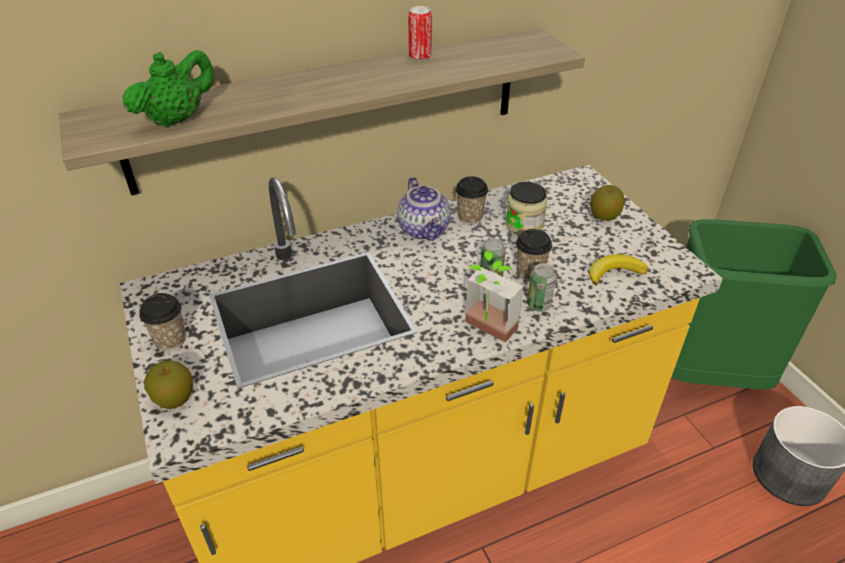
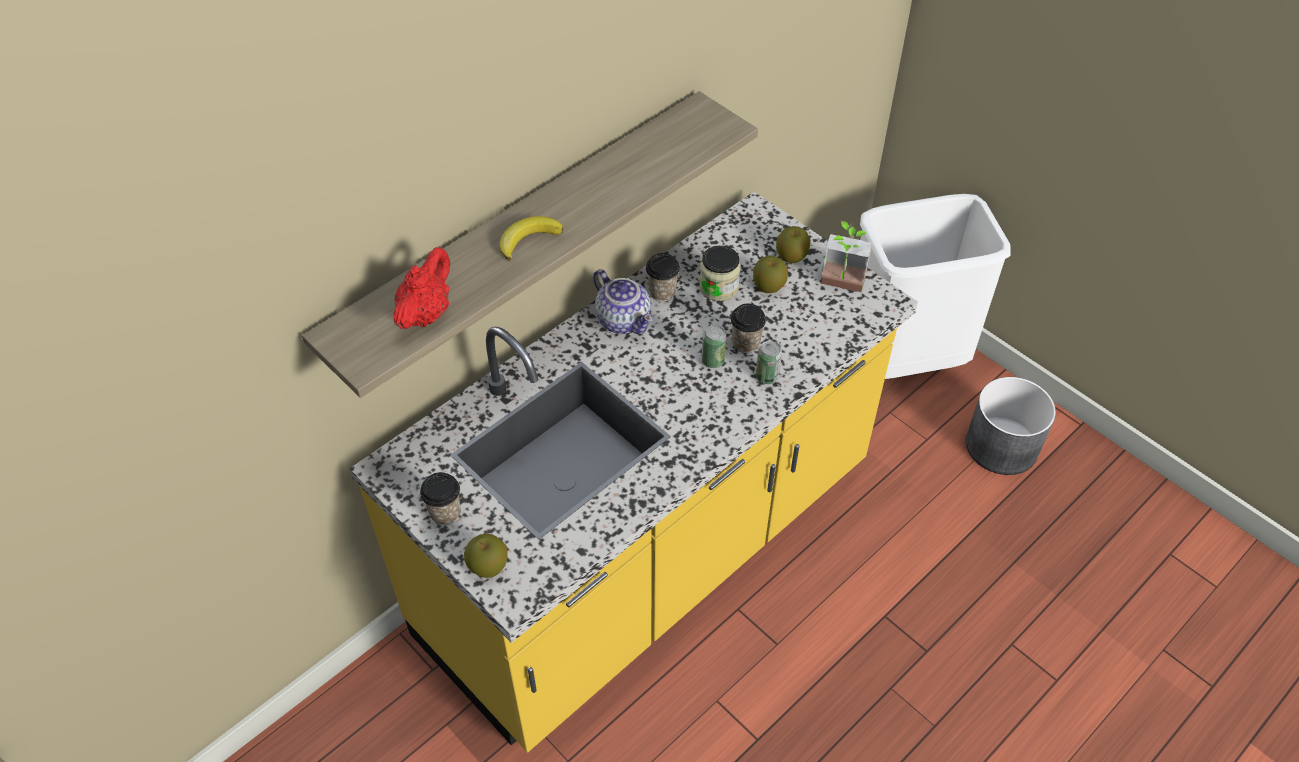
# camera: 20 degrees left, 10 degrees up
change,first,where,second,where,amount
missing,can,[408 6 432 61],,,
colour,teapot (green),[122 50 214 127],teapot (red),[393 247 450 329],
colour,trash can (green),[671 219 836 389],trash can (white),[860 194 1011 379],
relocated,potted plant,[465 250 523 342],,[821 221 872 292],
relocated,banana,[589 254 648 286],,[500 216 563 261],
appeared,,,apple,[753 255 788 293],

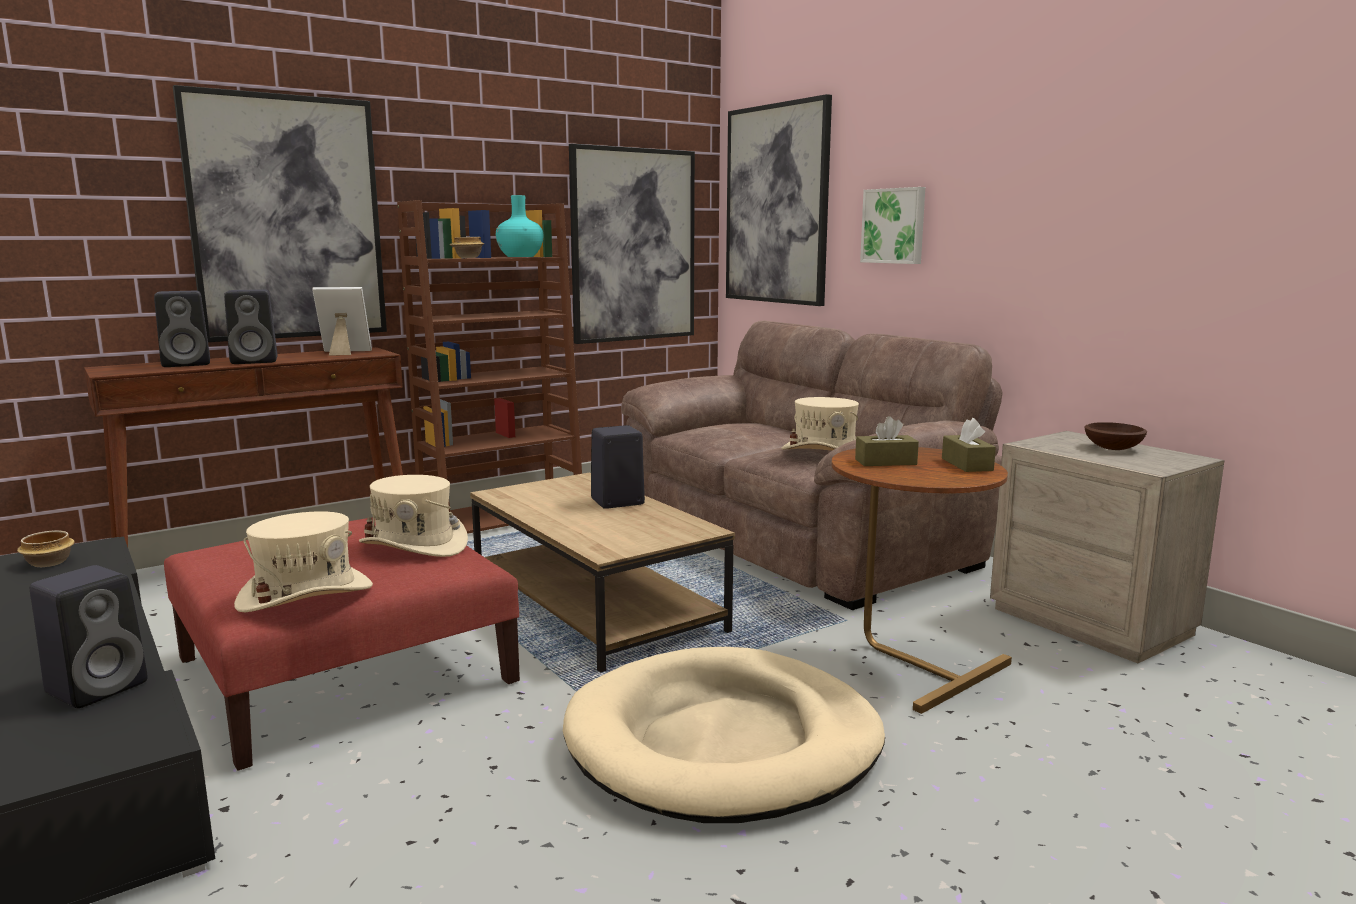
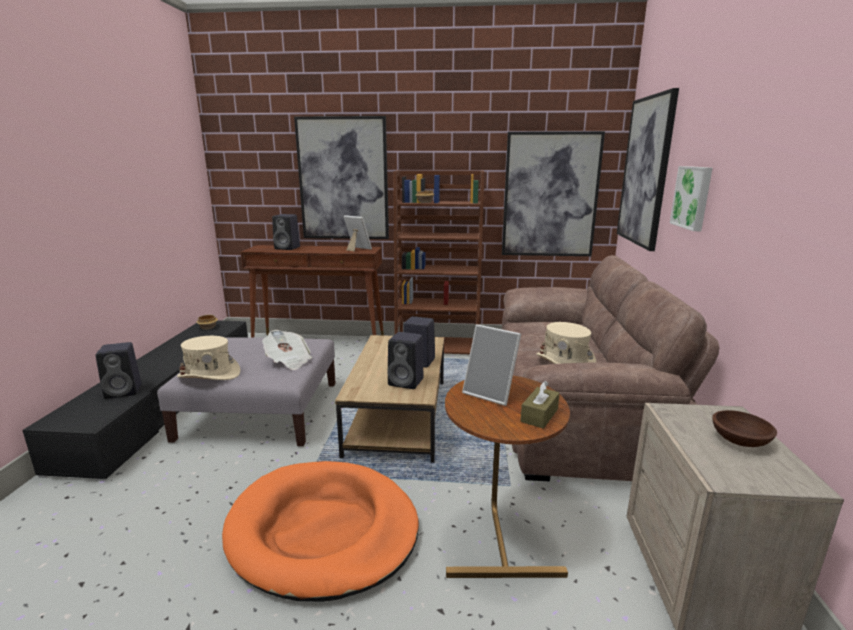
# camera: 40 degrees right, 5 degrees up
change,first,where,second,where,amount
missing,vase (turquoise),[496 195 543 257],,,
relocated,speaker (black),[224 289 277 364],,[387 332 424 389],
exchanged,tissue box (brown),[855 416 919 466],picture frame,[462 324 521 406],
exchanged,hat (beige),[359 475 468 557],newspaper,[262 330 312 370],
colour,ottoman (red),[164 517 520 771],ottoman (grey),[157 337 336 446],
colour,dog bed (beige),[563 647 885 823],dog bed (orange),[222 461 419 602],

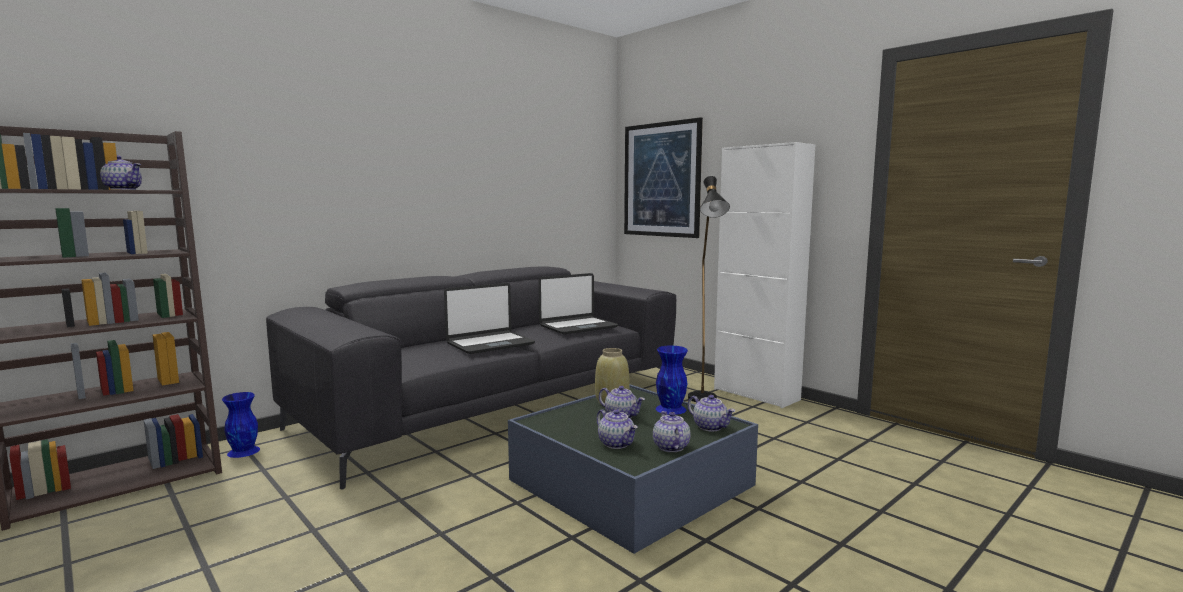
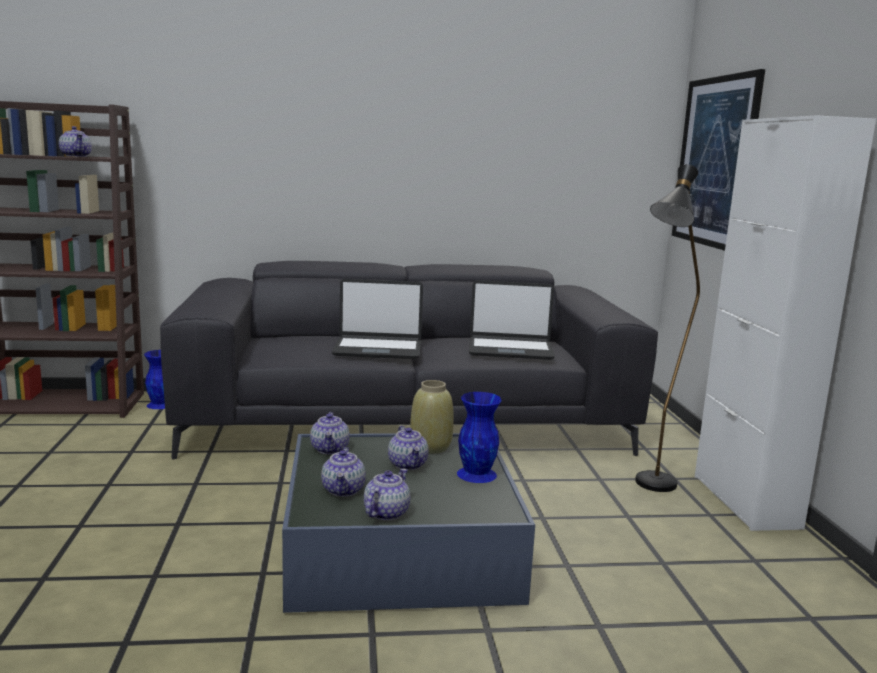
# camera: 35 degrees right, 5 degrees up
change,first,where,second,where,amount
relocated,teapot,[688 395 735 432],,[310 412 349 454],

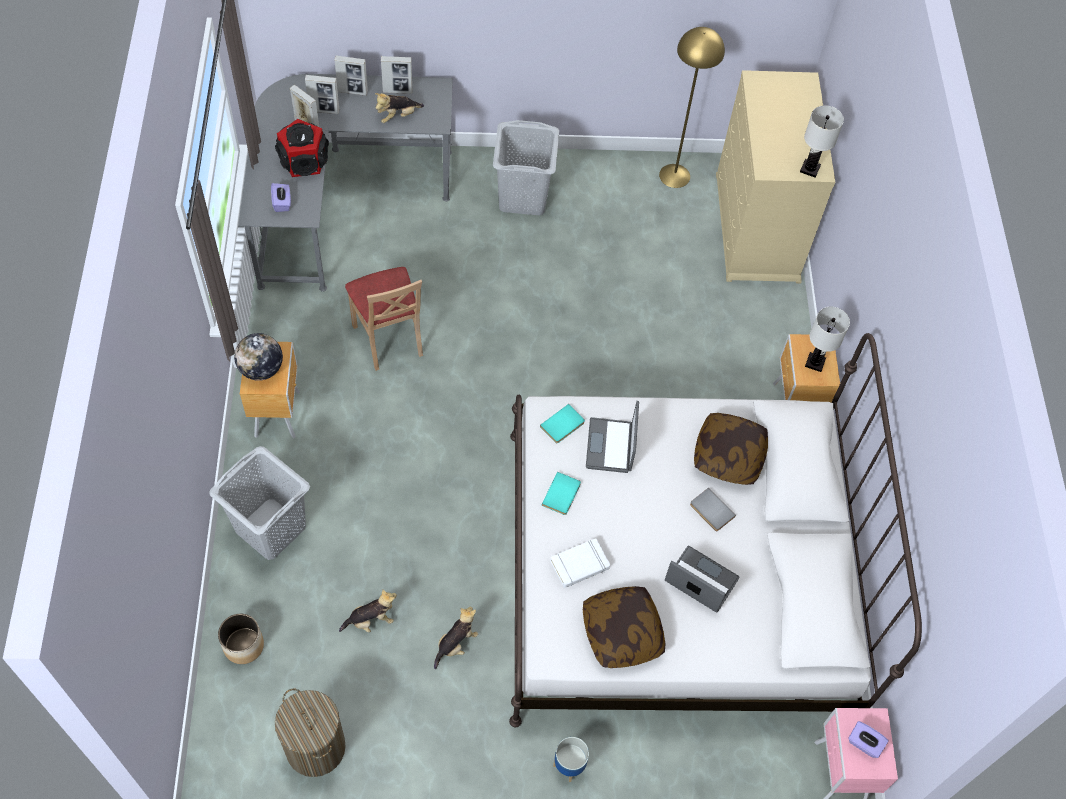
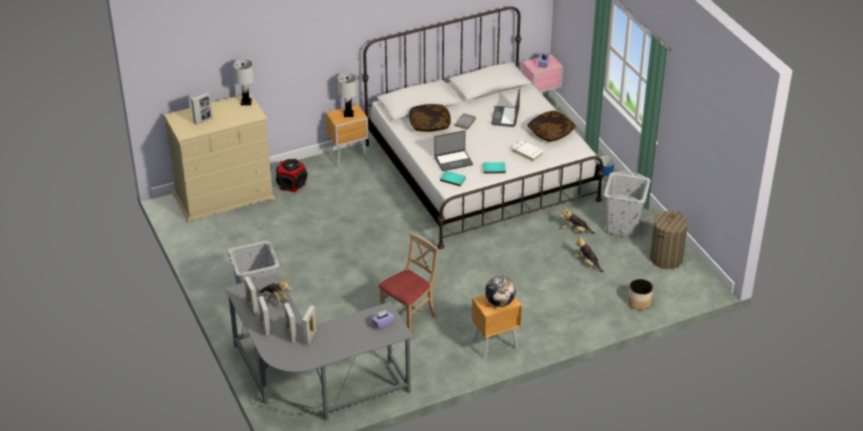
# camera: 110 degrees left, 20 degrees down
change,first,where,second,where,amount
missing,floor lamp (yellow),[659 27 725 188],,,
relocated,speaker,[275 119 329 177],,[276 158 308 192],
relocated,laundry basket (grey),[209 446 310 560],,[604 171 651 238],
appeared,,,picture frame,[191 92 213 125],

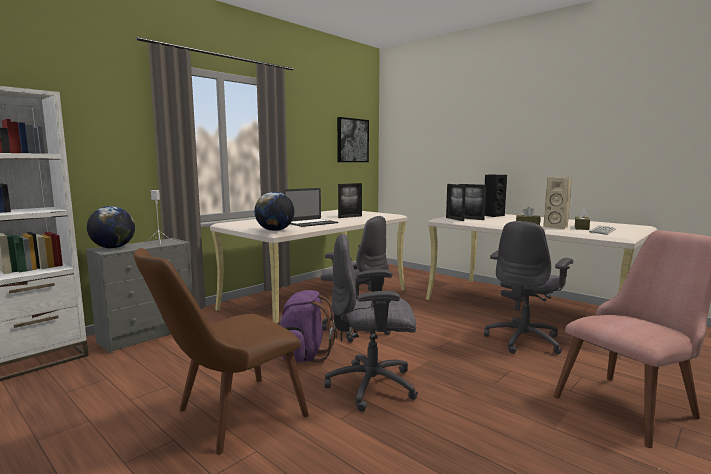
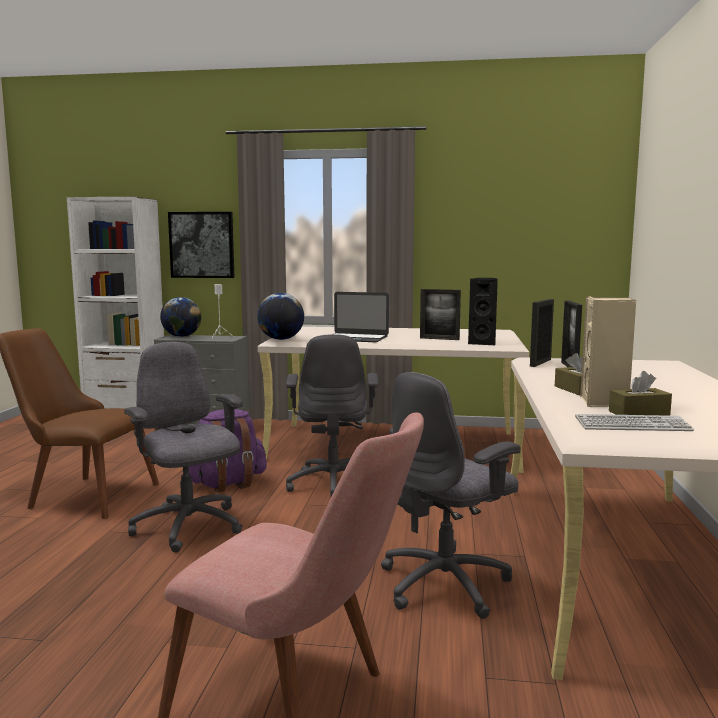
# camera: 55 degrees right, 0 degrees up
change,first,where,second,where,amount
relocated,picture,[337 117 369 162],,[168 212 234 278],
relocated,speaker (black),[485 175 507 217],,[468 278 498 345],
spun,office chair (grey),[484 221 573 354],,[381 372 521 619],45 degrees counterclockwise

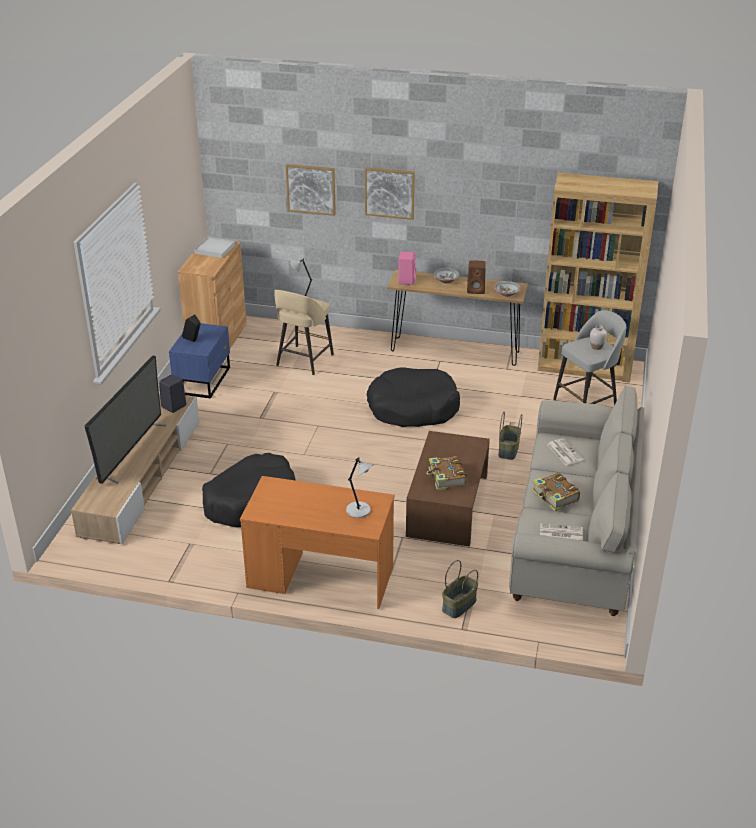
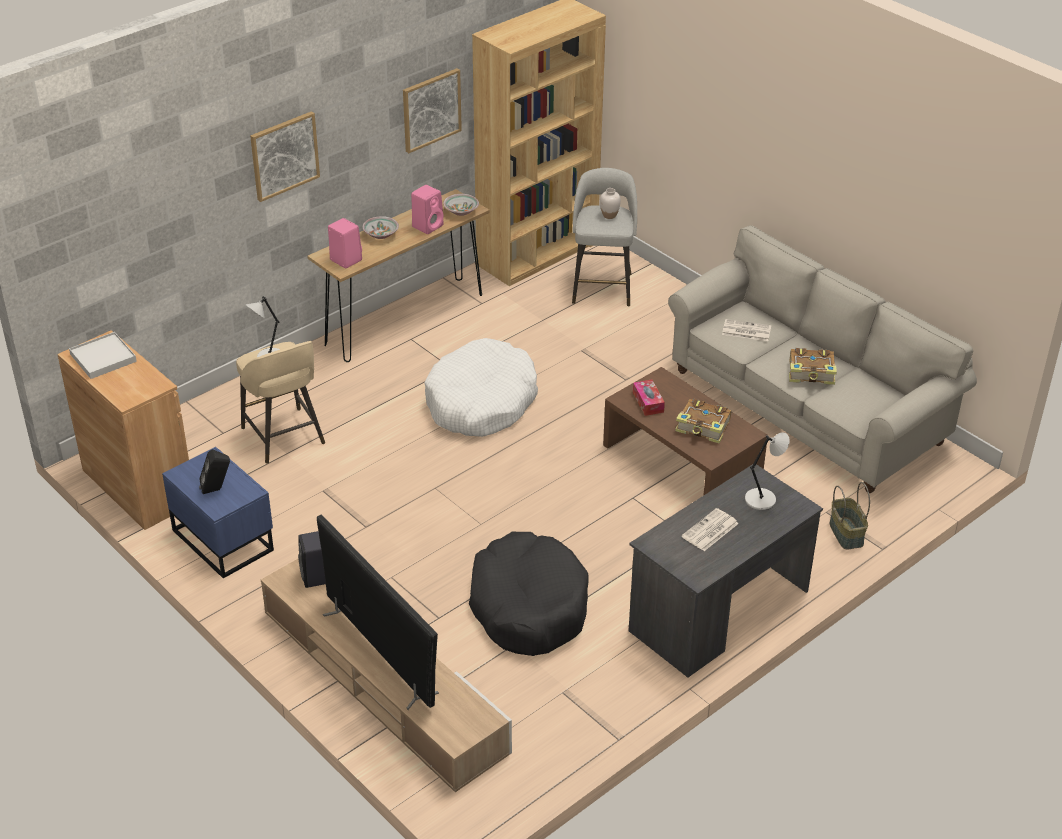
# camera: 55 degrees left, 5 degrees up
change,first,where,second,where,amount
relocated,picture,[286 164 336 216],,[403 68 462 153],
colour,speaker (brown),[467 260 486 294],speaker (pink),[411 185 444 234],
colour,dog bed (black),[367 367 460 427],dog bed (white),[424 338 538 437],
missing,basket,[499 412 522 460],,,
colour,desk (orange),[240 476 395 609],desk (grey),[629 464 823 677],
relocated,newspaper,[540 523 583 541],,[682 508 738 551],
appeared,,,tissue box,[633 380 665 416],

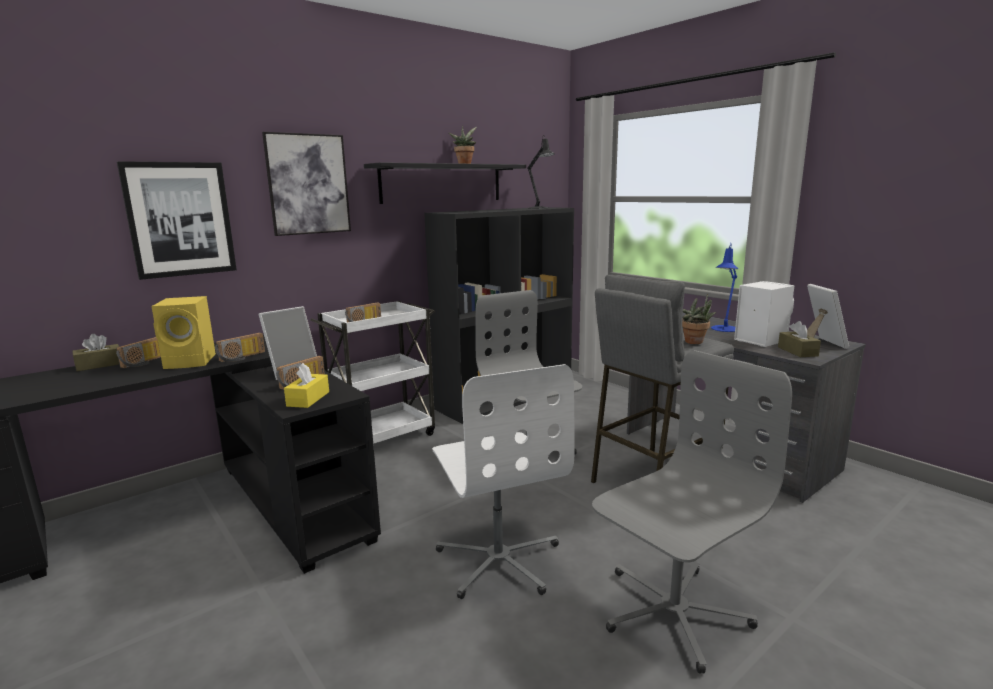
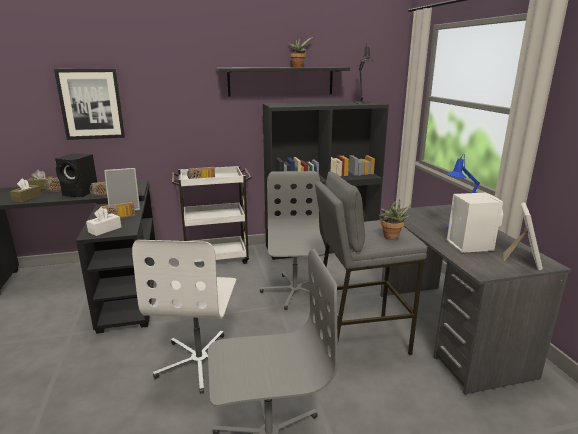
# camera: 25 degrees right, 5 degrees up
change,first,where,second,where,amount
missing,picture,[262 132 351 236],,,
colour,speaker (yellow),[151 296 216 369],speaker (black),[55 153 97 197],
relocated,tissue box (brown),[778 321 821 357],,[10 178 42 202],
colour,tissue box (yellow),[284 363 329 408],tissue box (white),[86 207 121 236],

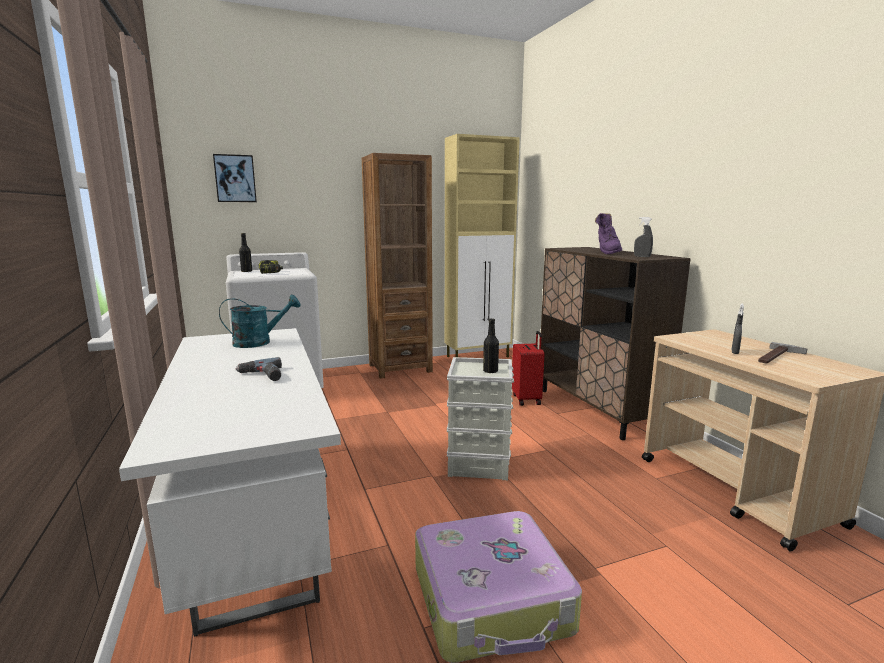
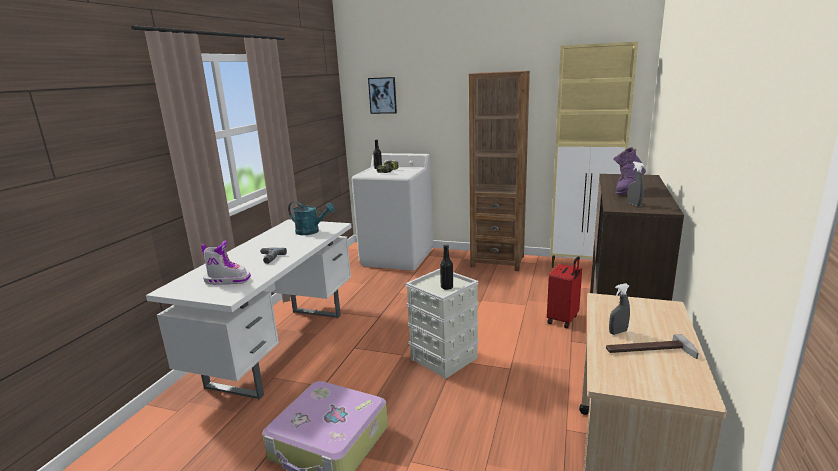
# camera: 40 degrees right, 5 degrees up
change,first,where,second,where,amount
appeared,,,boot,[201 240 251 284],

